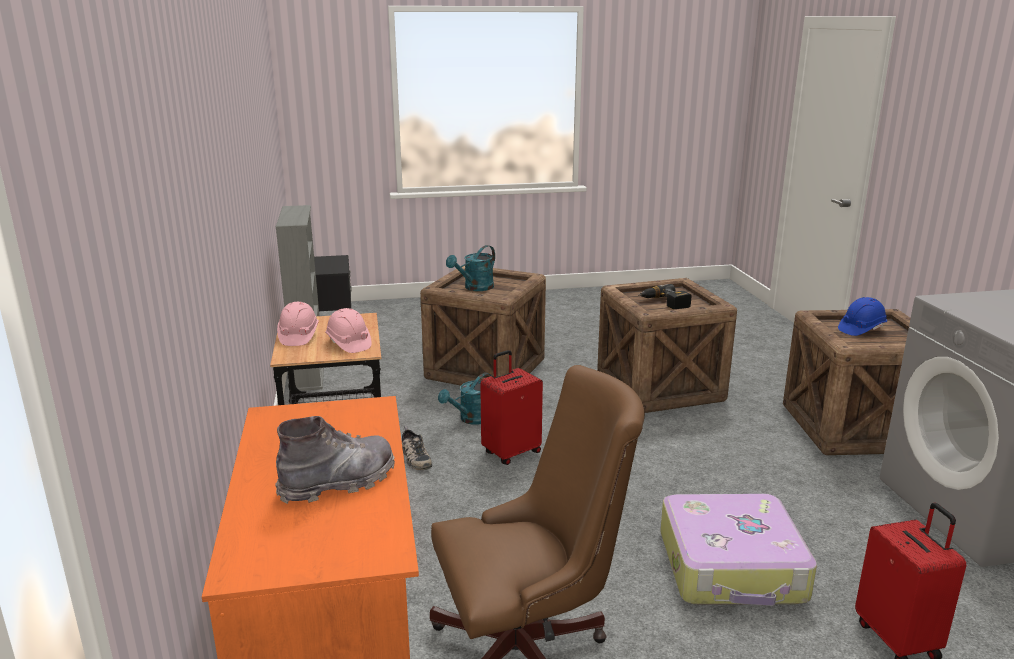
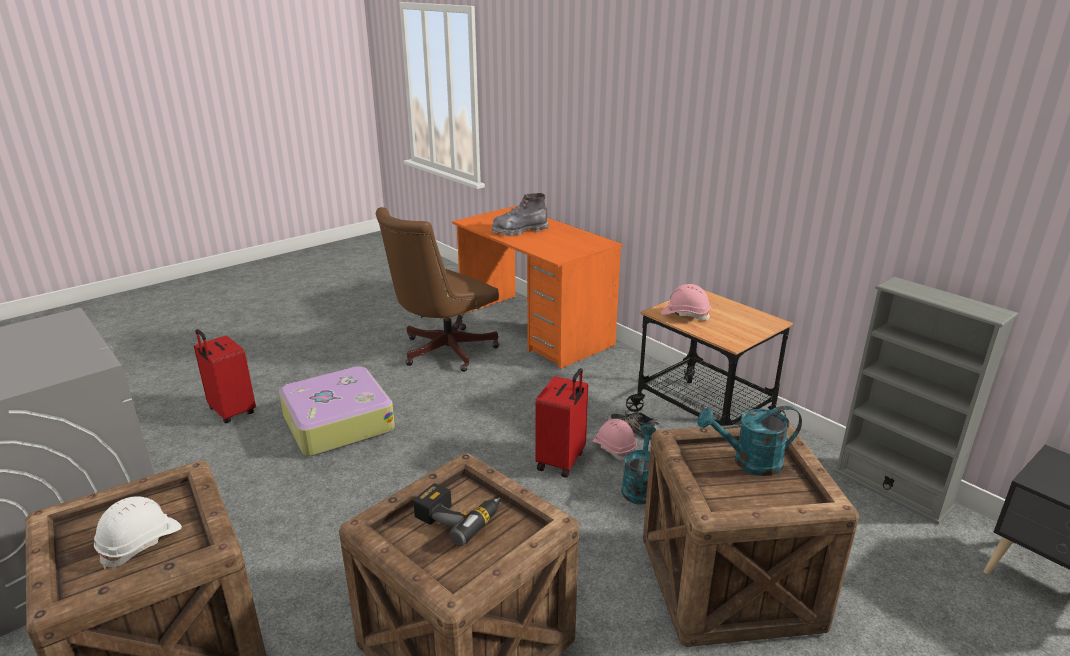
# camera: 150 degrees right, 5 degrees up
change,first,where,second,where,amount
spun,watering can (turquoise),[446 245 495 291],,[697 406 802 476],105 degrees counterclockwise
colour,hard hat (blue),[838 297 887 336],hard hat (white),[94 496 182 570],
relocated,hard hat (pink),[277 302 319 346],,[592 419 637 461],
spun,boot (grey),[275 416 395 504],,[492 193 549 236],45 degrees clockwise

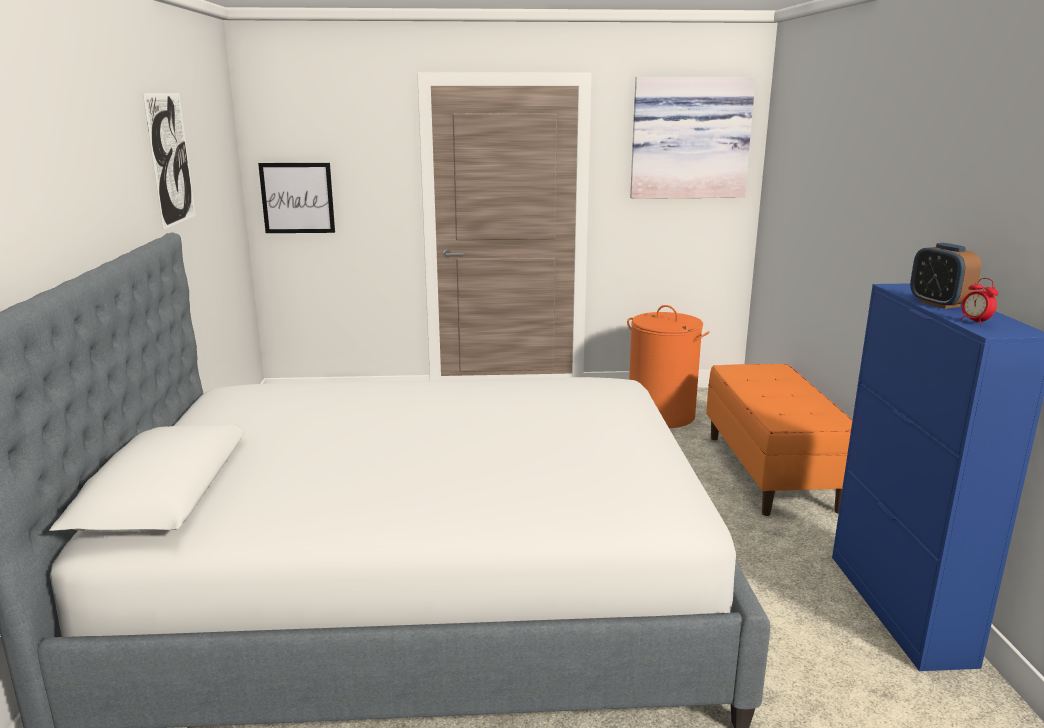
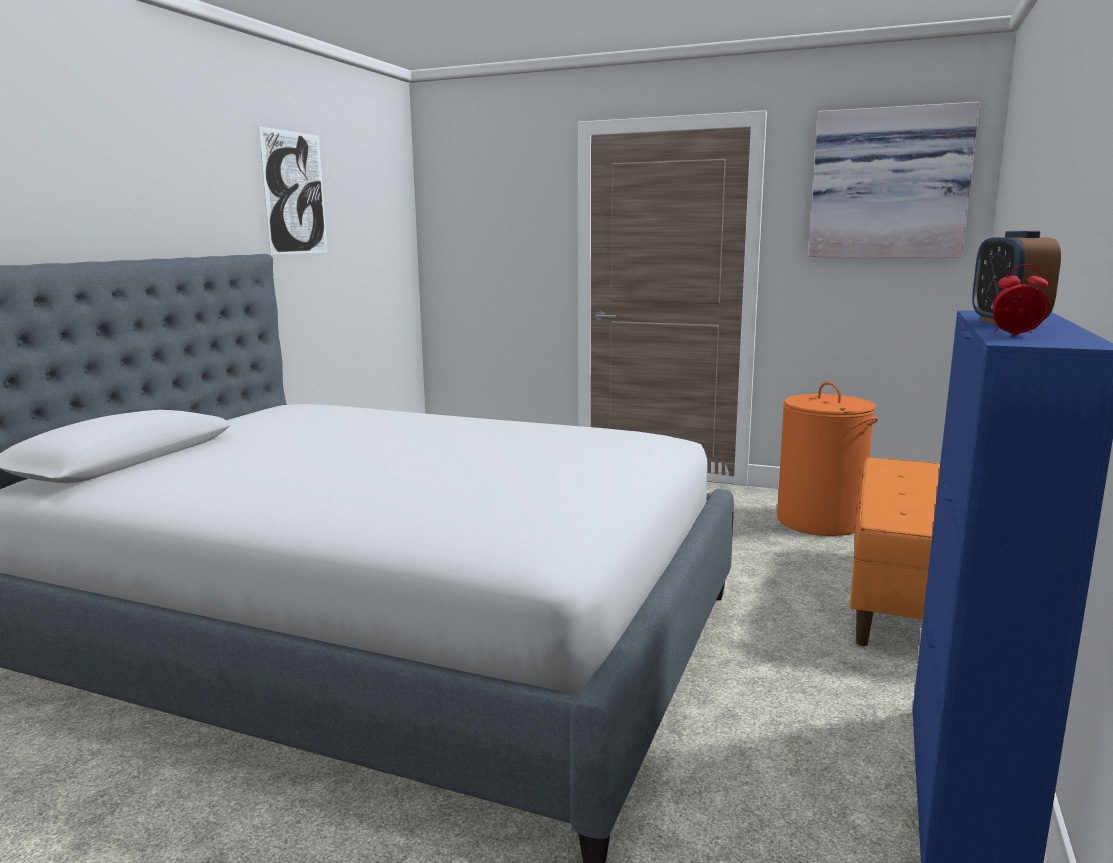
# camera: 25 degrees right, 5 degrees down
change,first,where,second,where,amount
missing,picture,[258 163 335 233],,,
spun,alarm clock,[960 278 999 325],,[993 264 1049 335],105 degrees clockwise

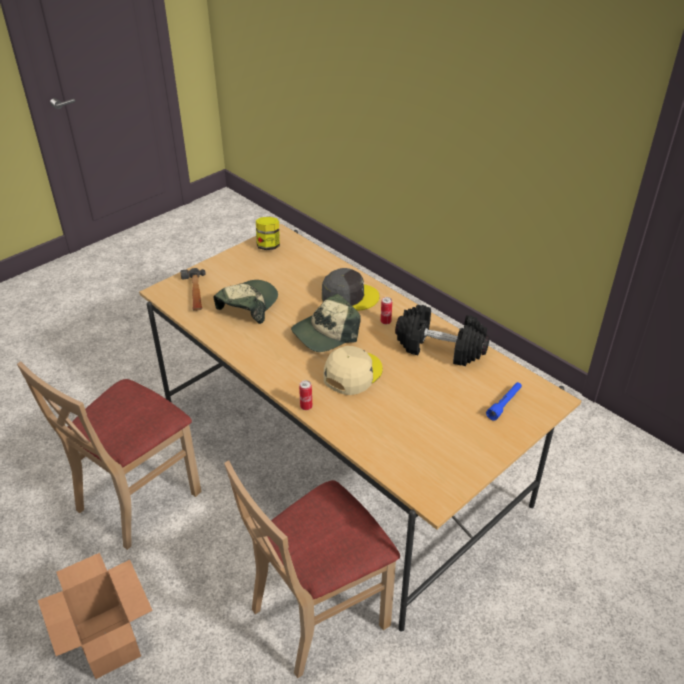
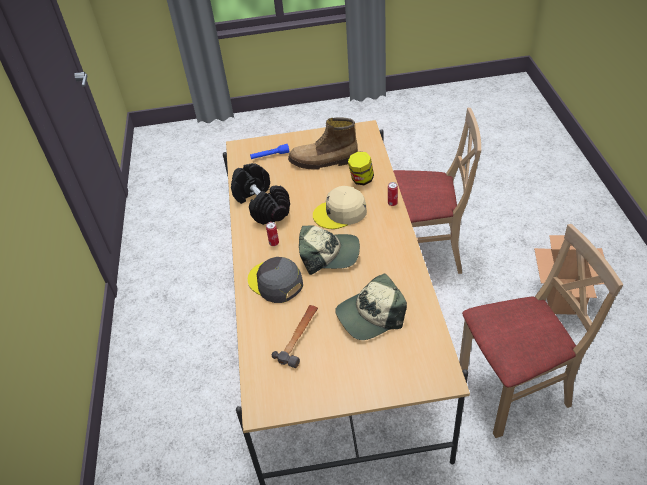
# camera: 140 degrees left, 5 degrees up
change,first,where,second,where,amount
relocated,jar,[256 217 280 250],,[348 151 374 185],
relocated,hammer,[180 268 206 311],,[272 305 318 368],
appeared,,,boot,[288 117 358 169],

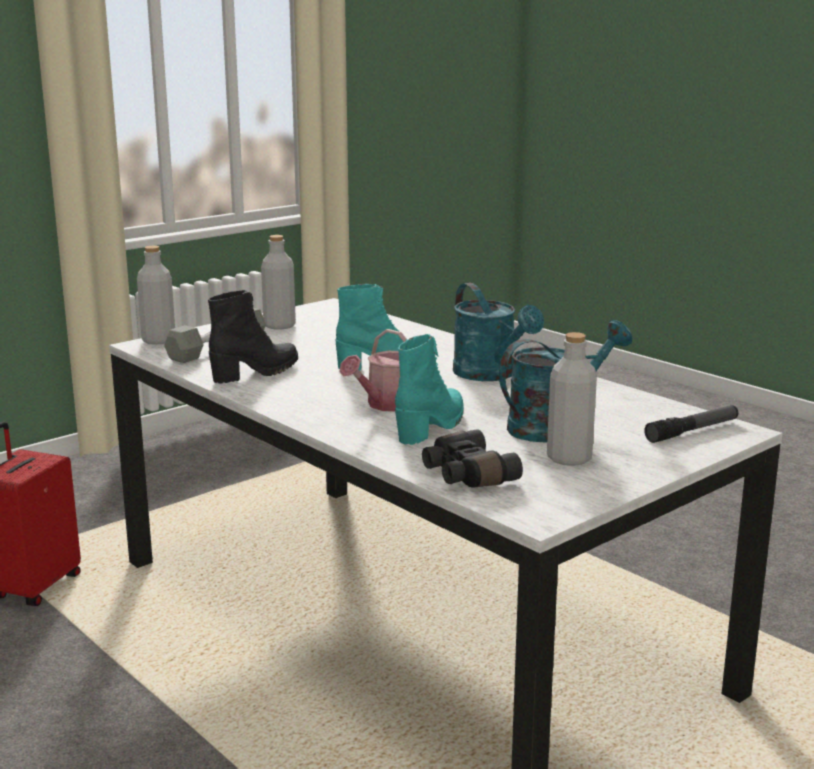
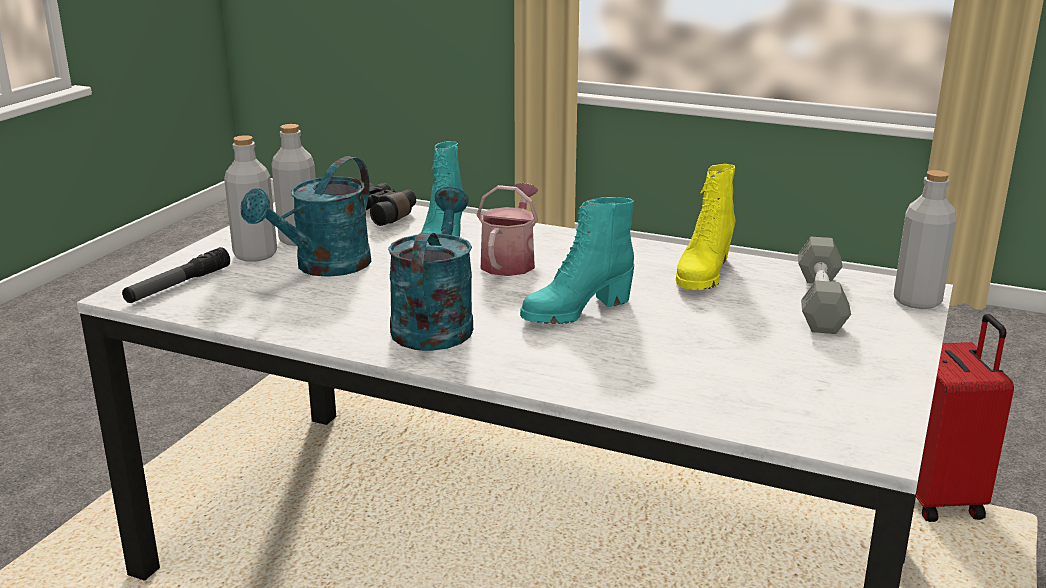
# camera: 155 degrees right, 5 degrees up
change,first,where,second,where,amount
relocated,bottle (grey),[261 235 296 330],,[224 135 277 262],
spun,watering can (turquoise),[453 283 544 381],,[388 186 473 351],60 degrees clockwise
colour,boot (black),[208 290 298 383],boot (yellow),[676 164 736 290],

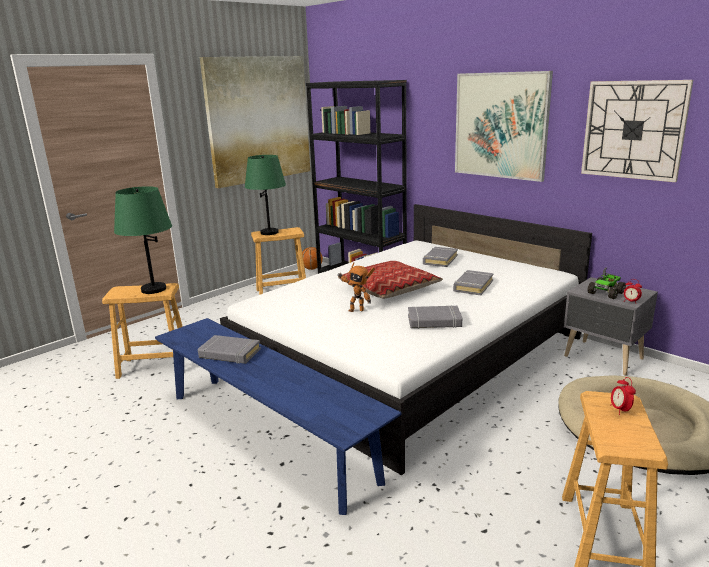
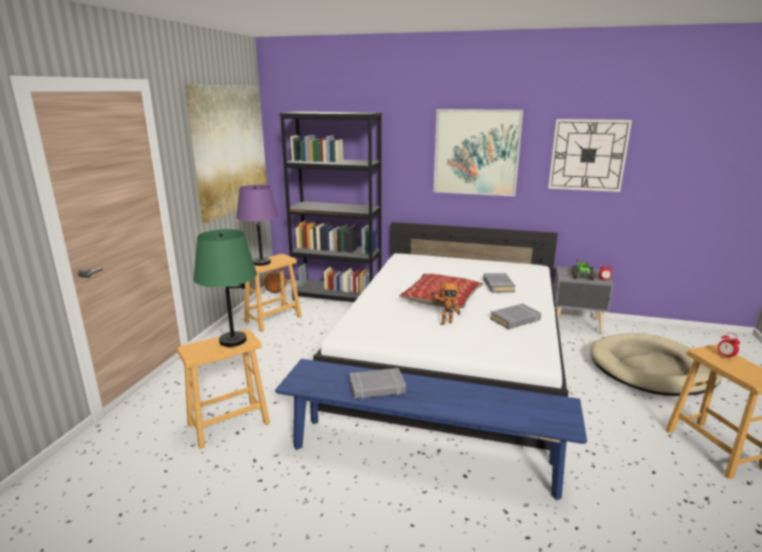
# camera: 30 degrees left, 0 degrees up
change,first,where,second,where,amount
colour,table lamp (green),[245 155 286 235],table lamp (purple),[236 185 279 266],
missing,book (grey),[423 247 458 267],,,

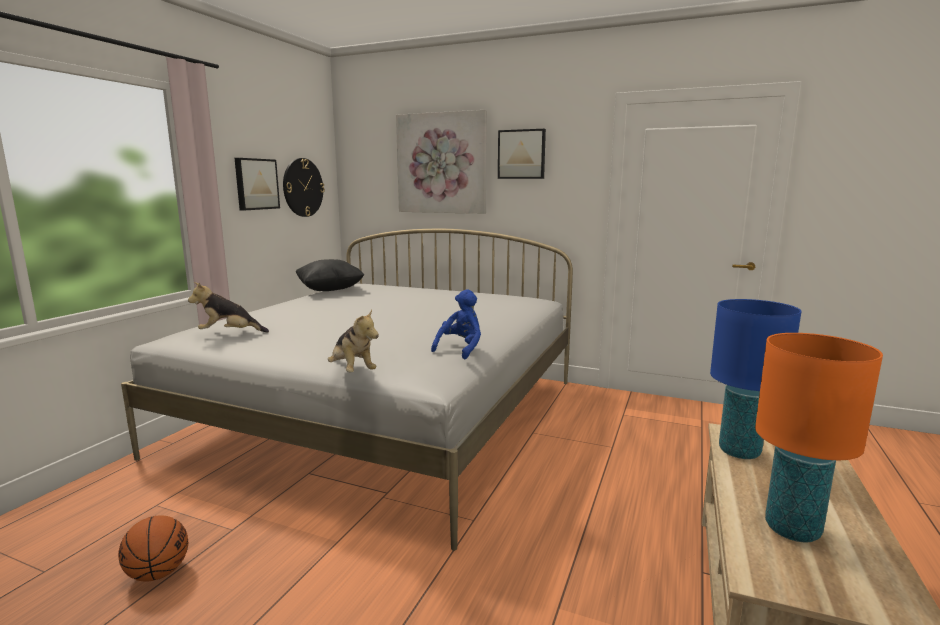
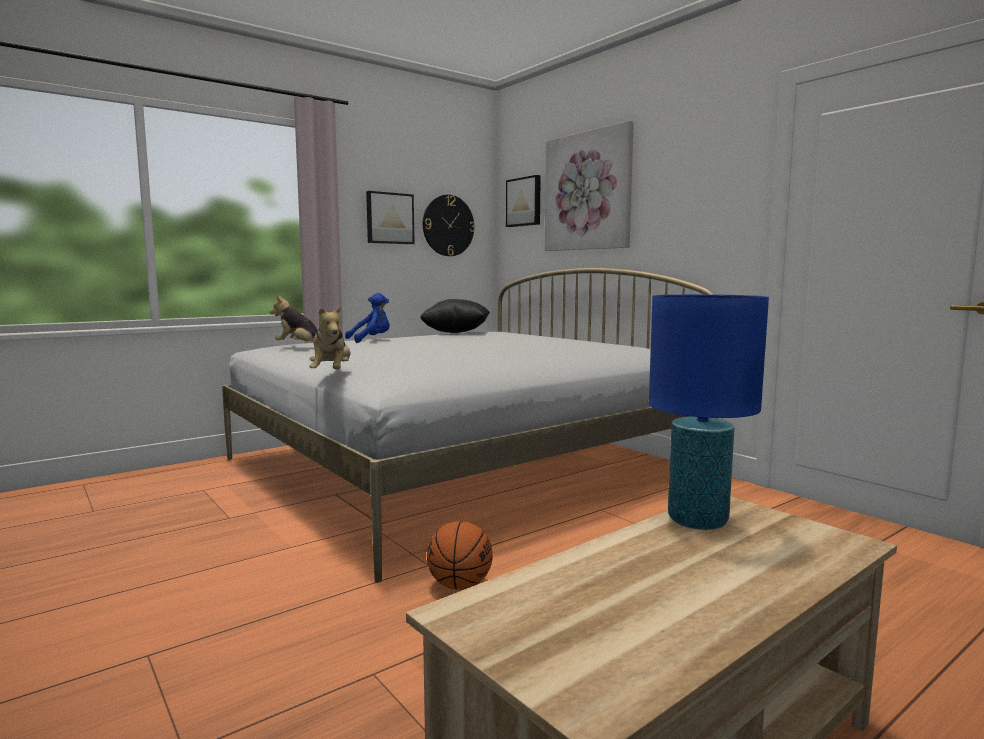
# camera: 30 degrees right, 5 degrees down
change,first,where,second,where,amount
relocated,picture,[498 129 546 179],,[506 175 541 227],
relocated,plush toy (blue),[431 289 481 359],,[345 293 390 343],
missing,table lamp (orange),[755 333 883 543],,,
relocated,basketball,[118 515 188 582],,[427 521 492 590],

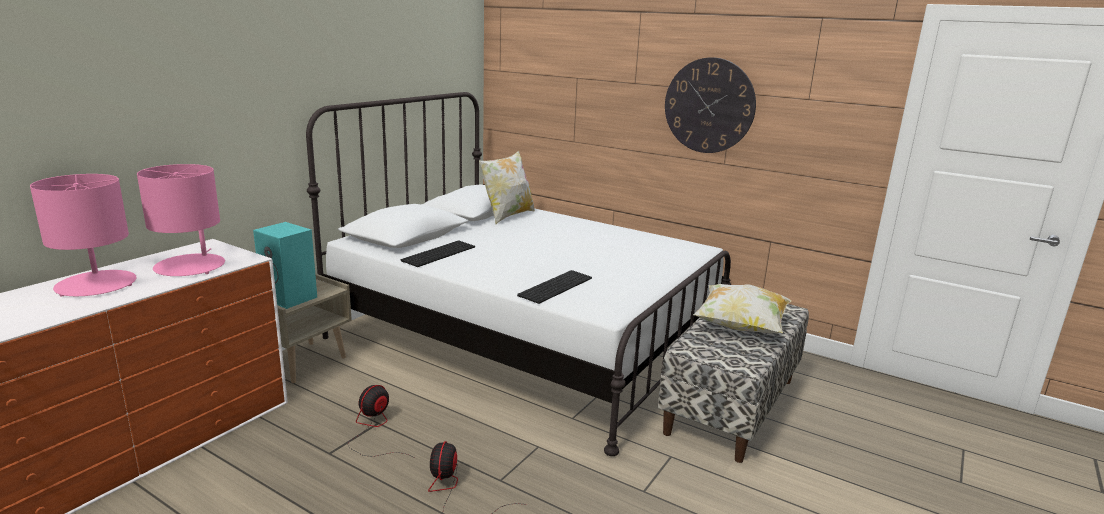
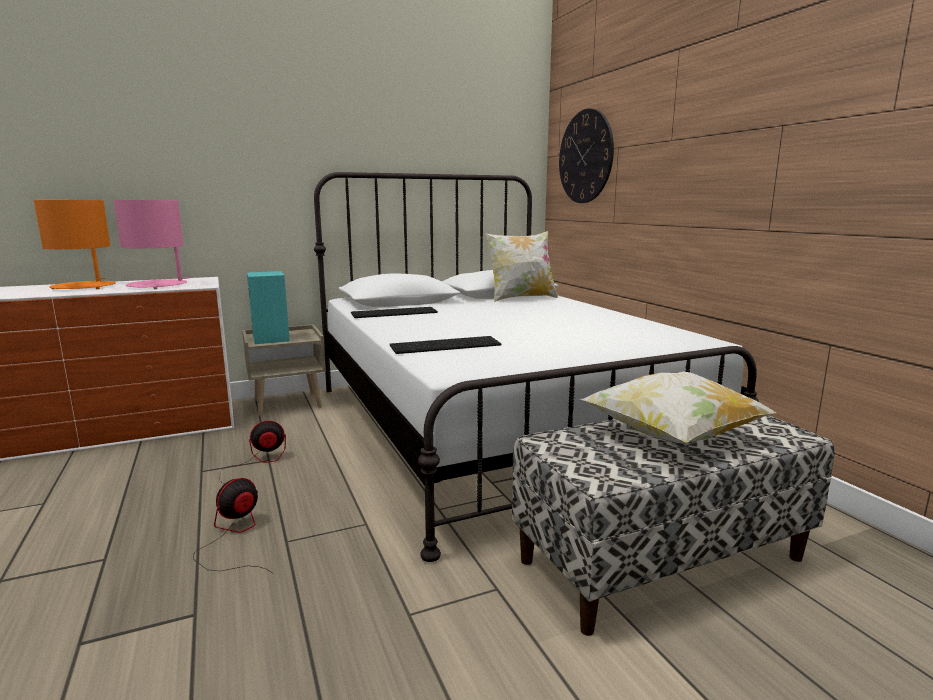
# camera: 35 degrees right, 5 degrees down
change,first,where,second,where,amount
relocated,wall clock,[665 57 756 153],,[559 108 614 203],
colour,table lamp (pink),[30 174 137 297],table lamp (orange),[34 200 116 289],

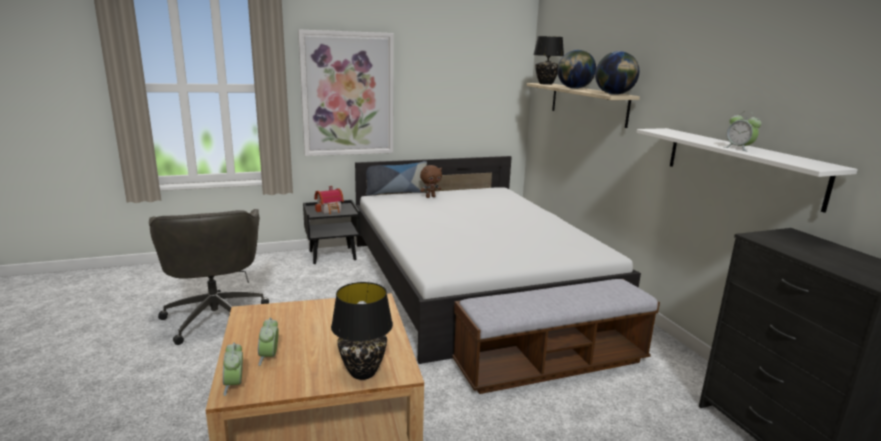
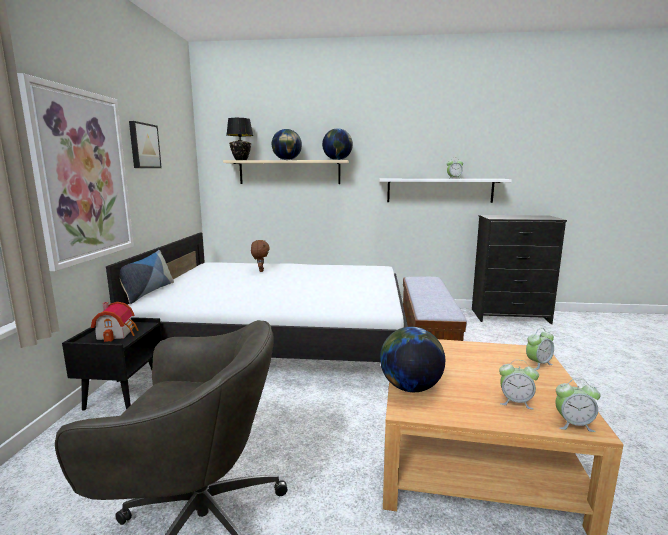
# camera: 65 degrees left, 5 degrees down
change,first,where,second,where,amount
relocated,plush toy (brown),[420 165 442 198],,[251 240 270 272],
exchanged,table lamp (black),[331 282 393 380],alarm clock,[526 328 554 370],
appeared,,,picture,[129 121 162 168],
appeared,,,globe,[380 327 445 392],

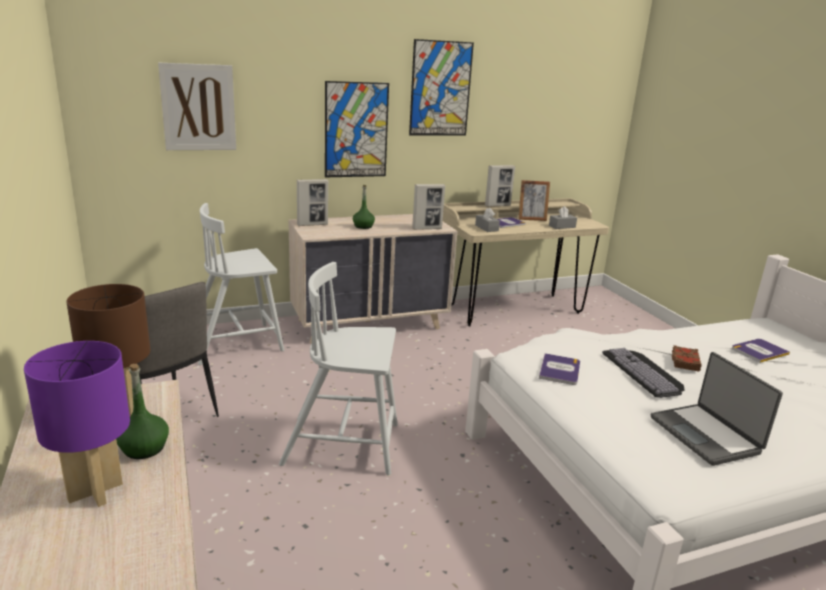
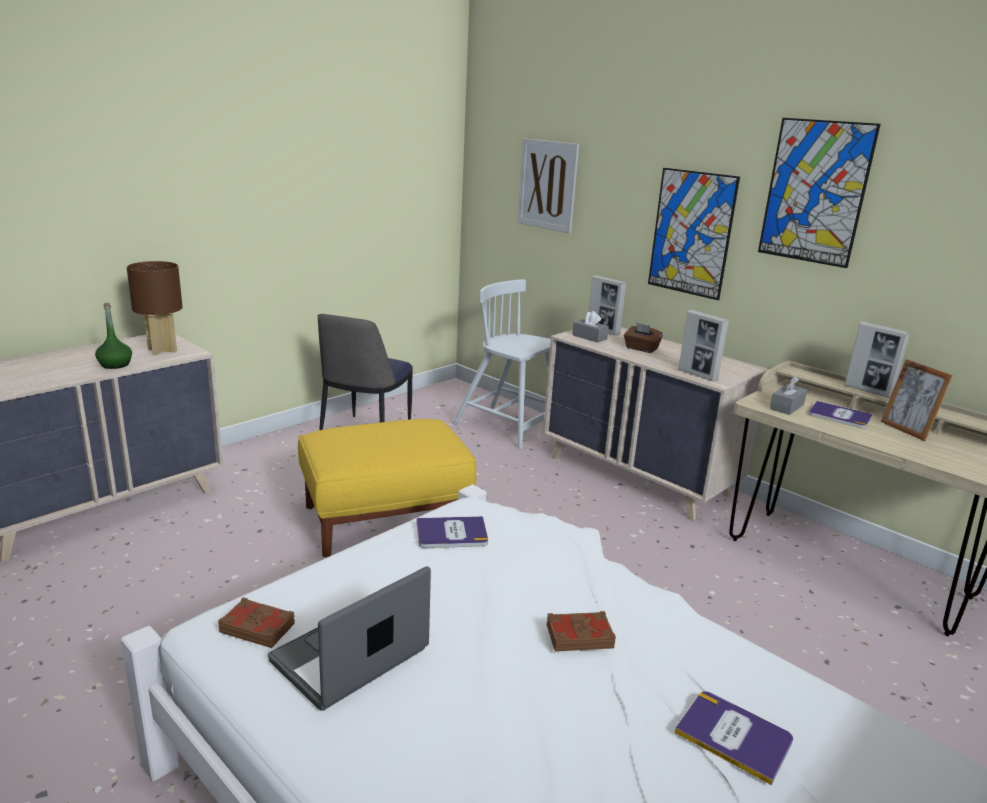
# camera: 65 degrees right, 0 degrees up
change,first,where,second,where,amount
exchanged,bottle (green),[353 185 375 229],tissue box (brown),[624 323 663 353],
relocated,tissue box (grey),[549 206 577 229],,[572 311 609 343],
exchanged,chair (white),[279 262 398 476],ottoman (yellow),[298 419 476 557],
missing,table lamp (purple),[24 341 130 507],,,
missing,keyboard,[602 348 685 398],,,
appeared,,,book (brown),[218 597 295 648],

